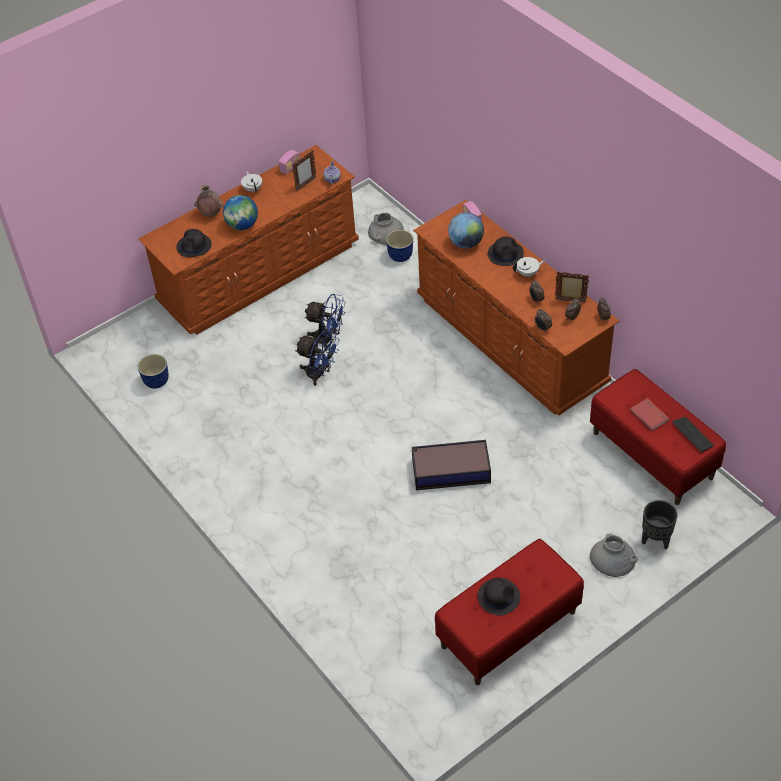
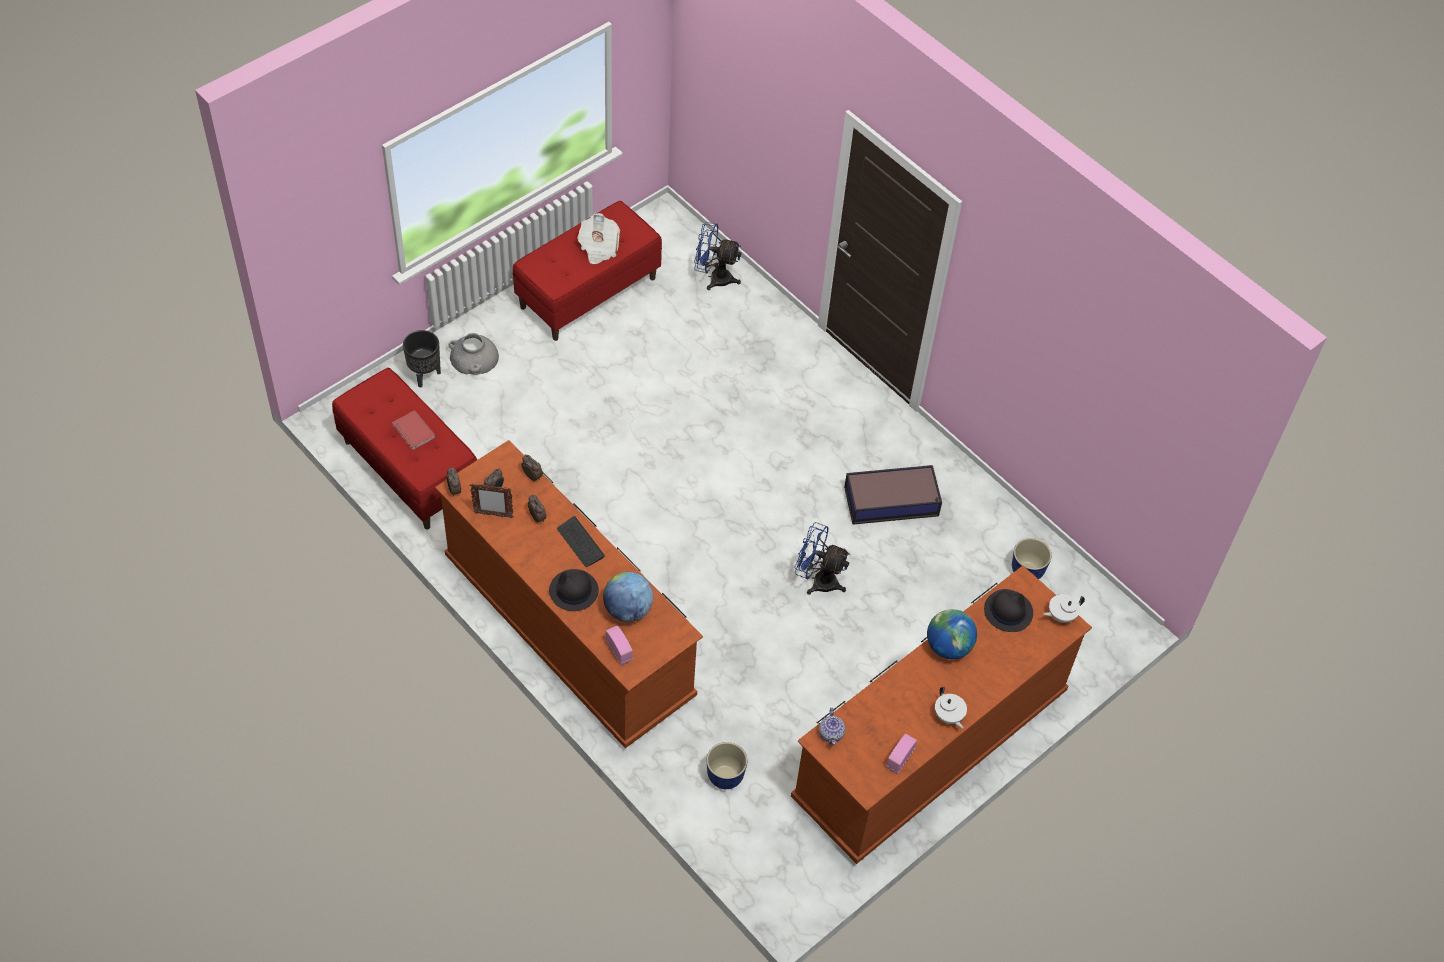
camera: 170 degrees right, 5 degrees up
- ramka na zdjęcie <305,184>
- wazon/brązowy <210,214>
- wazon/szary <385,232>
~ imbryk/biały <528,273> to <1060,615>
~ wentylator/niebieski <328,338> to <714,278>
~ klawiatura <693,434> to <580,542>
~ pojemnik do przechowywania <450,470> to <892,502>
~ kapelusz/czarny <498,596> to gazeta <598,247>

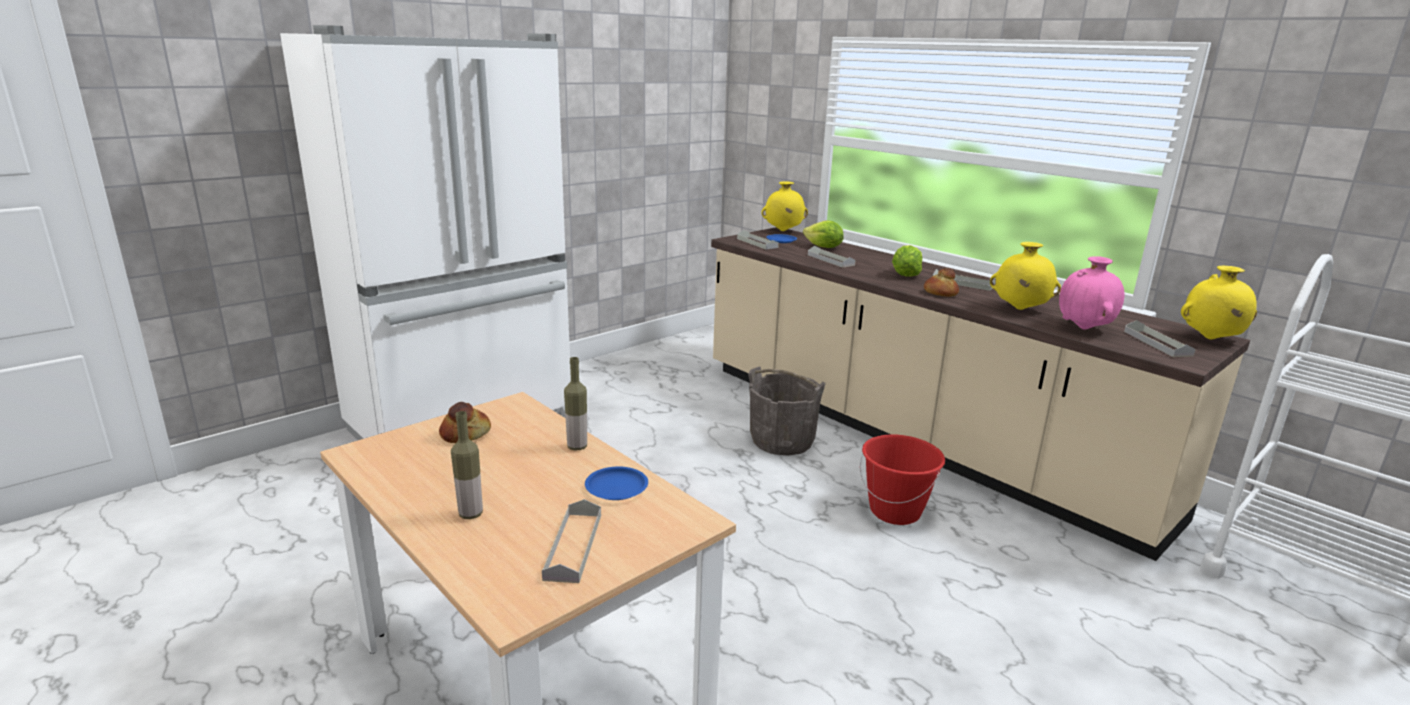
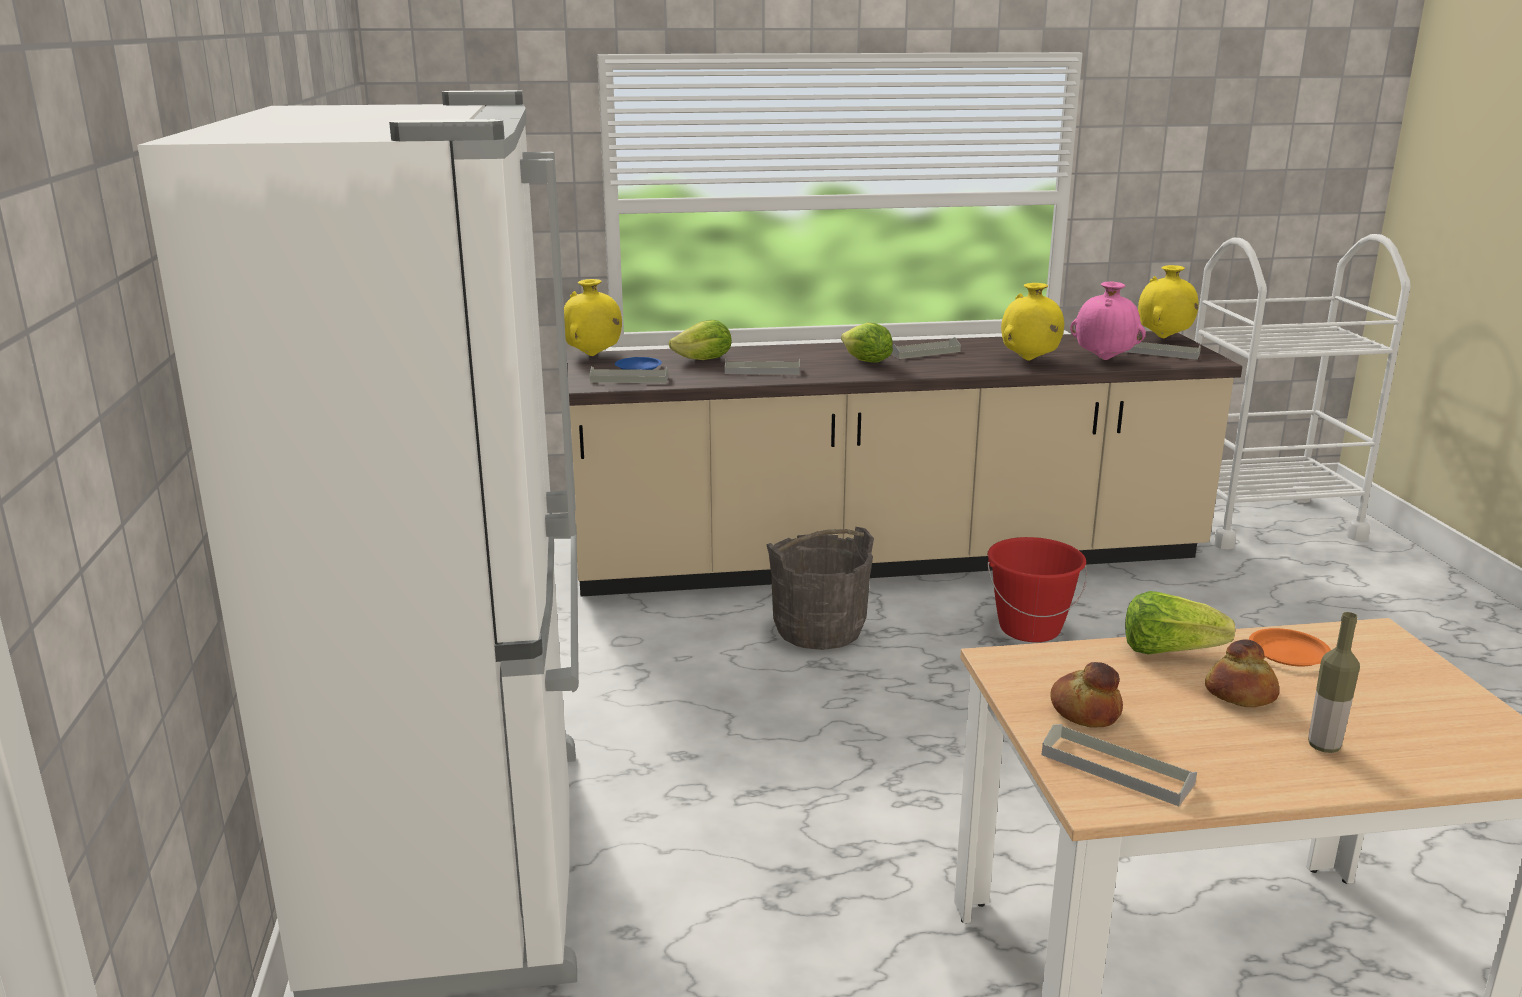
camera: 55 degrees left, 0 degrees up
~ chleb <940,293> to <1240,694>
~ butelka <577,447> to sałata <1168,650>
~ talerz/niebieski <617,488> to talerz/pomarańczowy <1289,652>
~ taca/szary <573,546> to <1116,769>

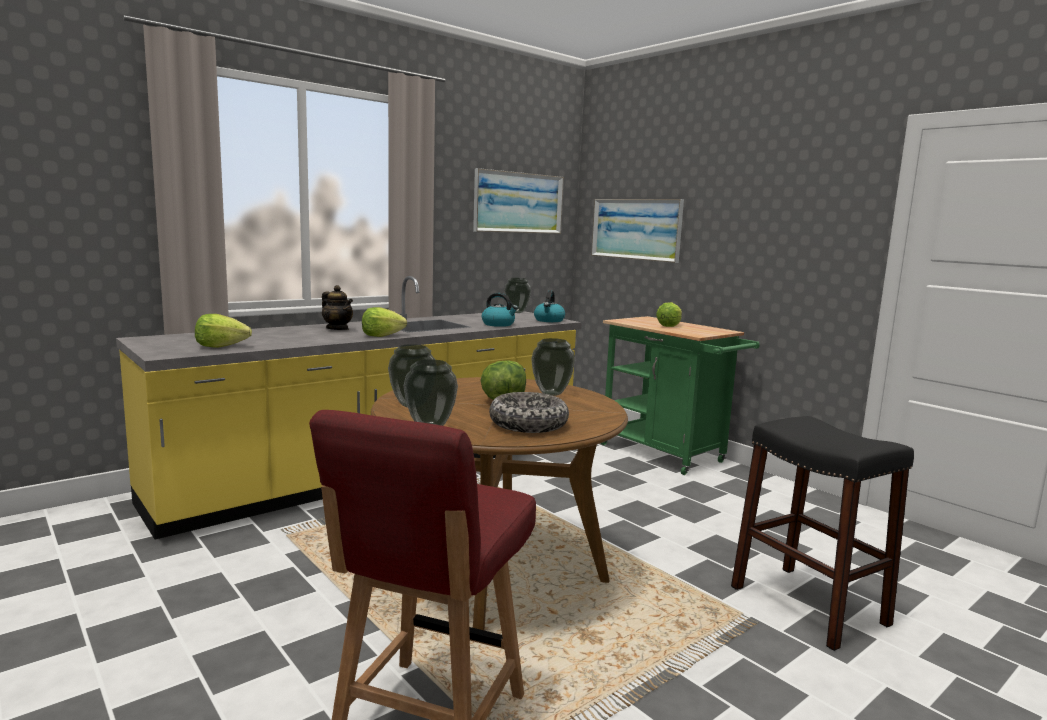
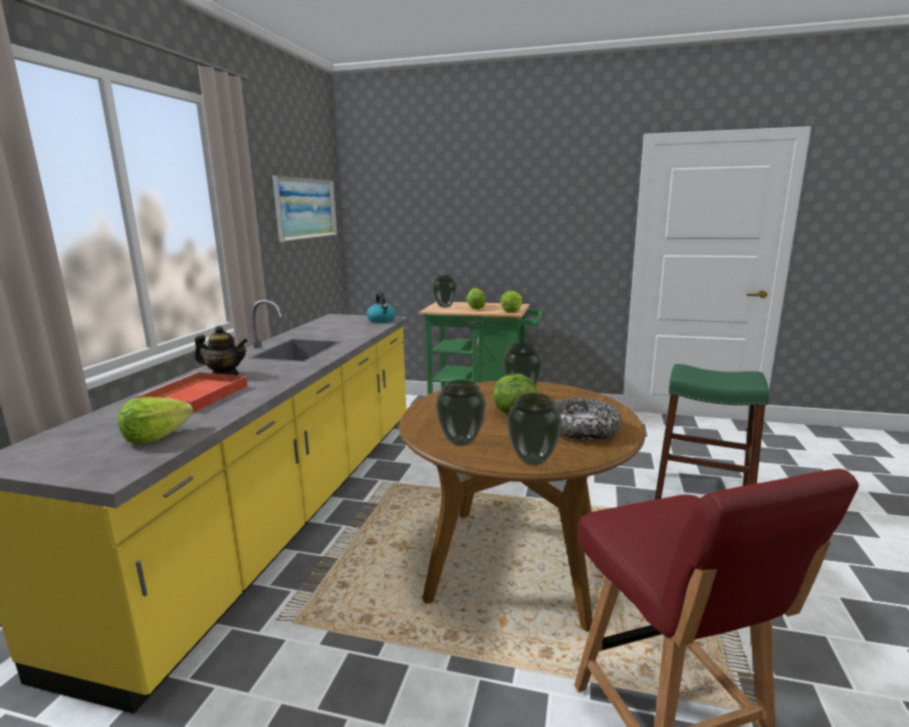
camera: 35 degrees left, 5 degrees up
- obraz <636,229>
~ wazon <516,312> to <444,306>
- czajnik <498,324>
~ sałata <381,335> to <512,311>
~ stołek/czarny <808,605> to stołek/zielony <702,494>
+ taca/czerwony <194,396>

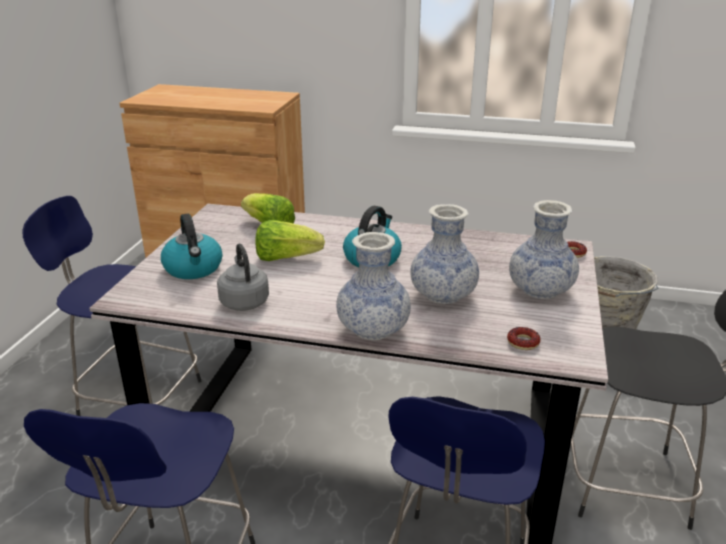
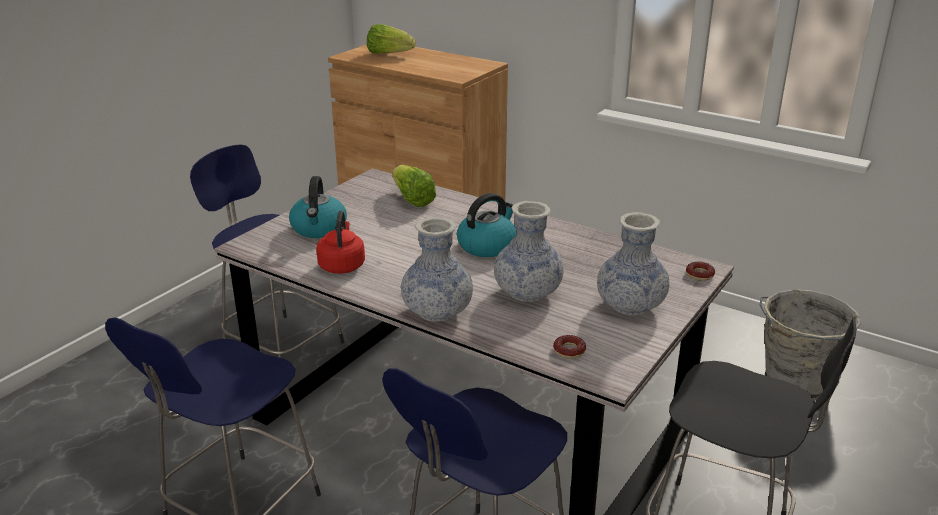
camera: 20 degrees right, 0 degrees up
~ sałata <286,258> to <389,54>
~ czajnik/szary <244,301> to czajnik/czerwony <342,265>

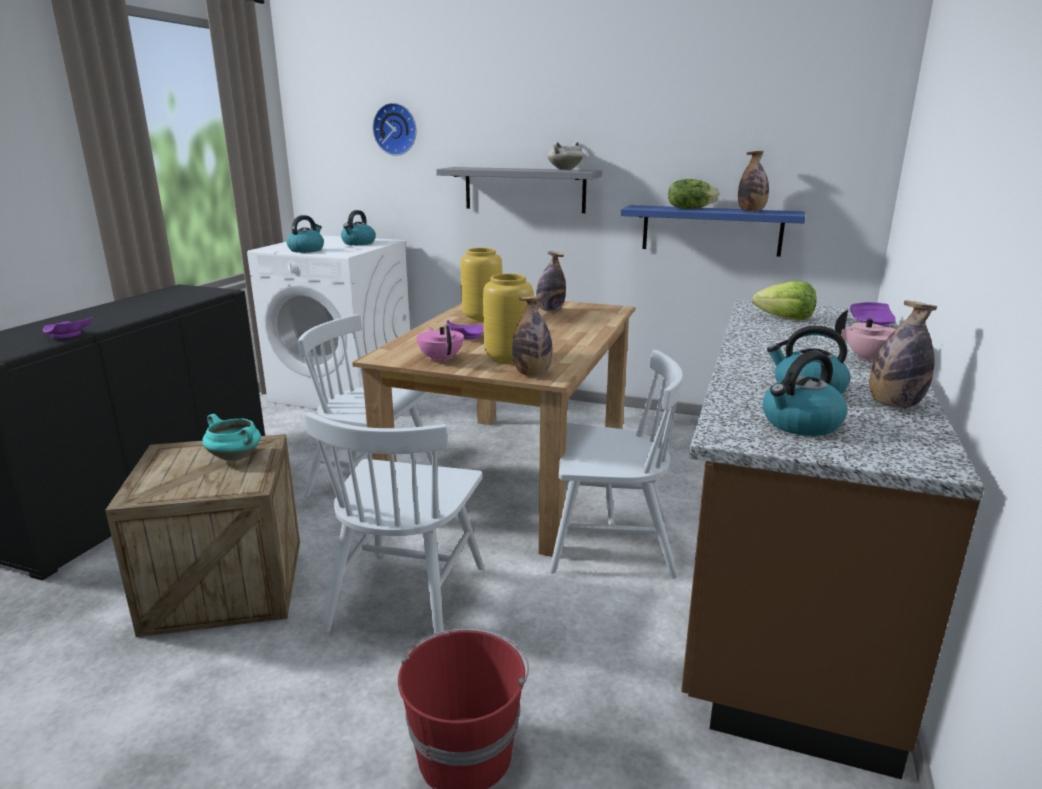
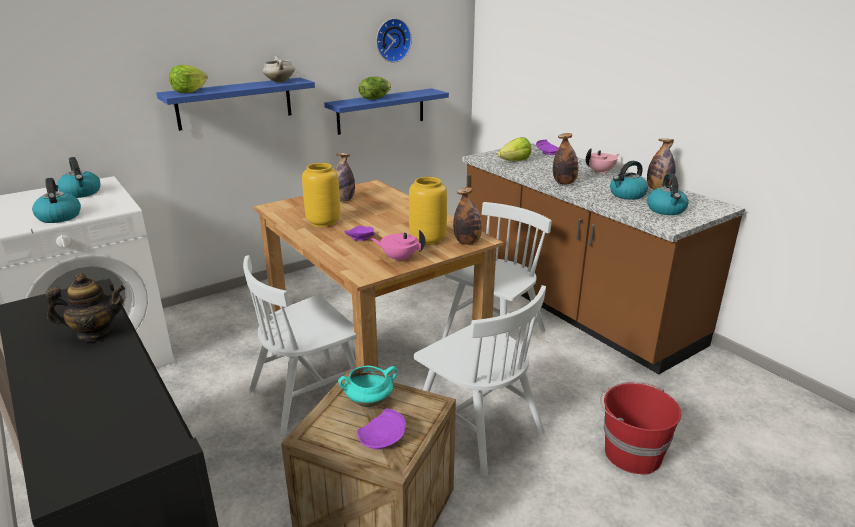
camera: 55 degrees left, 5 degrees up
~ zegar ścienny <396,129> to <392,40>
~ butelka <751,211> to <564,183>
~ półka/szary <524,189> to półka/niebieski <235,103>
~ talerz/fioletowy <68,336> to <383,439>
+ sałata <189,91>
+ imbryk <95,333>

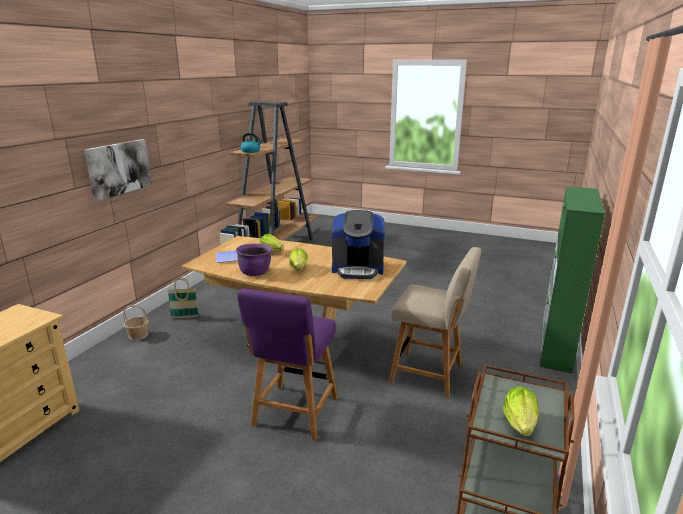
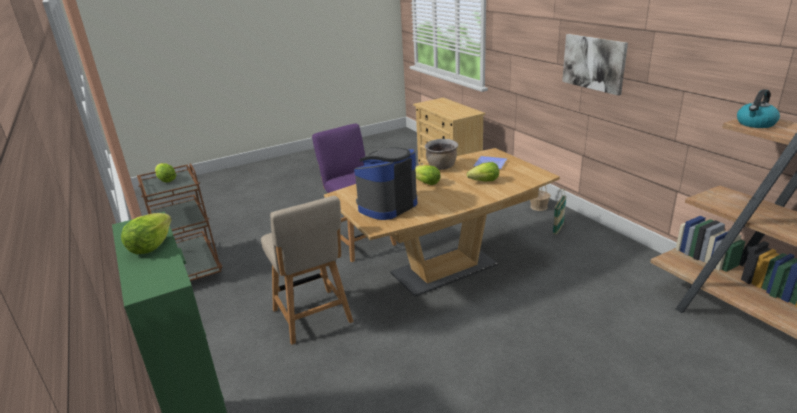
camera: 130 degrees right, 5 degrees up
~ garnek/fioletowy <255,272> to garnek/brązowy <441,167>
~ krzesło/beżowy <430,374> = <313,318> 90 degrees counterclockwise
+ sałata <151,246>

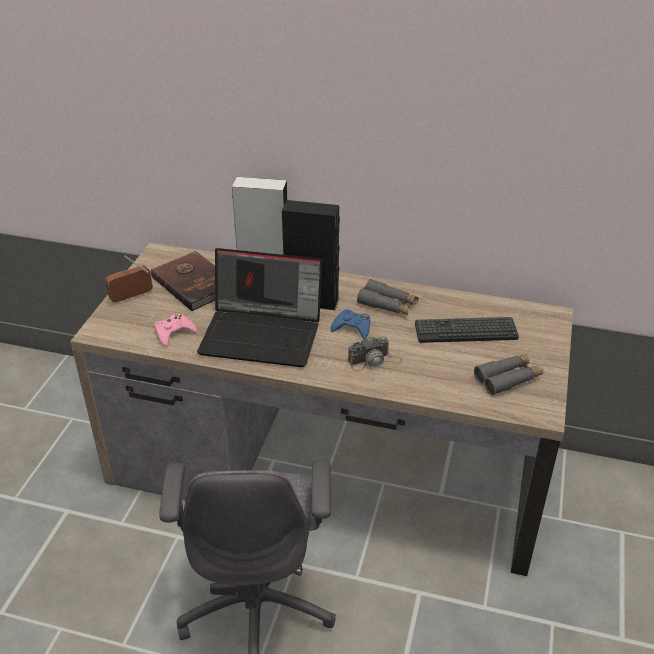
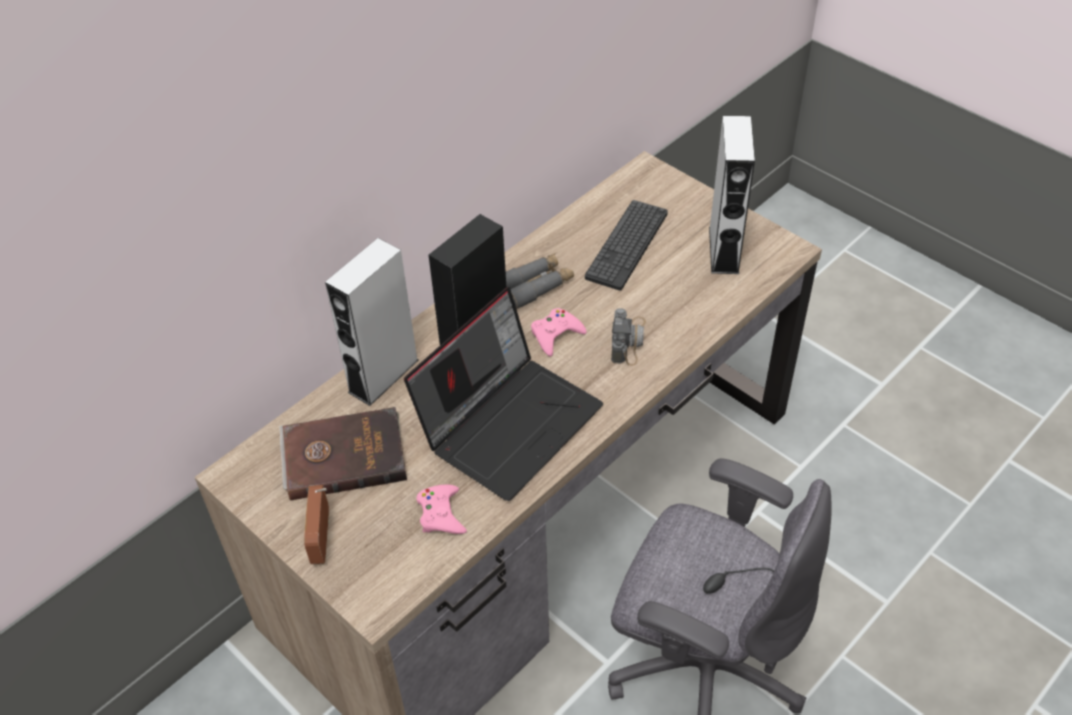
camera: 60 degrees left, 10 degrees up
~ pad do gier/niebieski <352,328> to pad do gier/różowy <556,335>
~ lornetka/szary <508,379> to głośnik/szary <723,250>

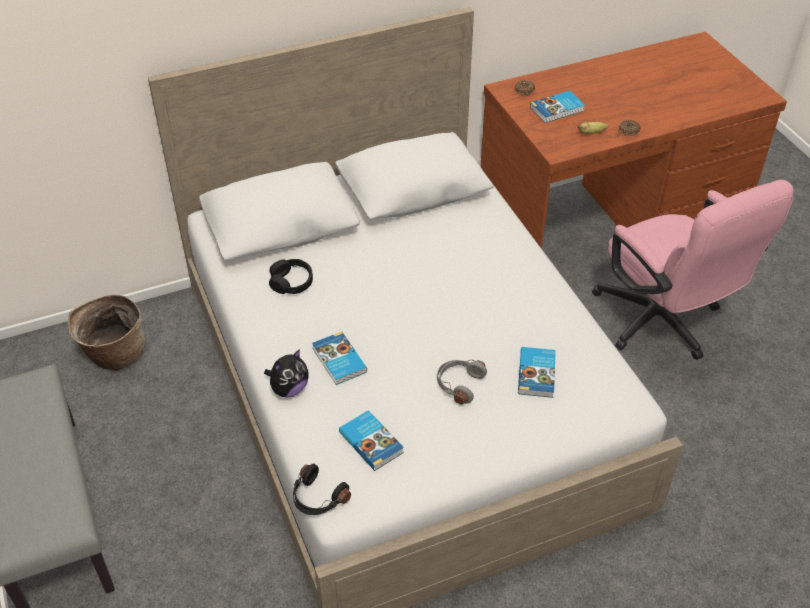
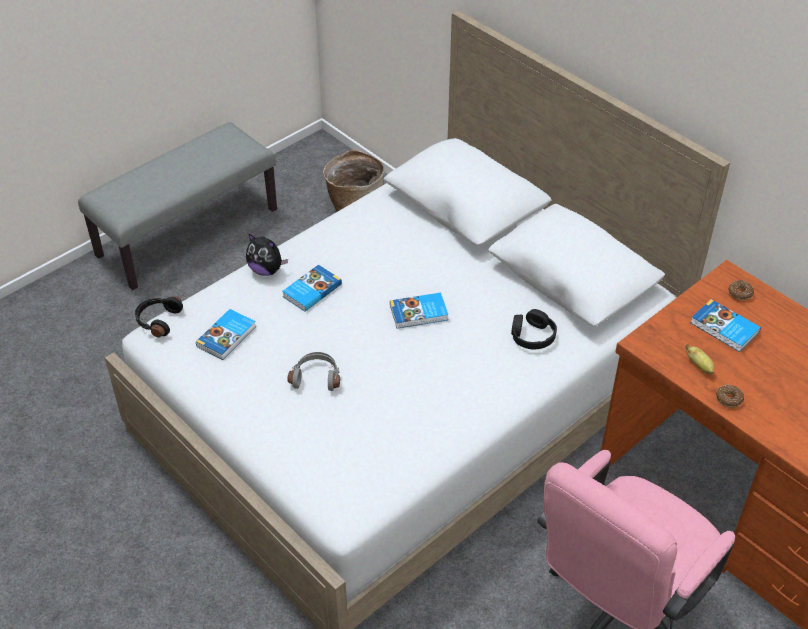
camera: 70 degrees right, 0 degrees up
~ słuchawki/czarny <291,282> to <532,336>
~ książka <537,374> to <419,313>

